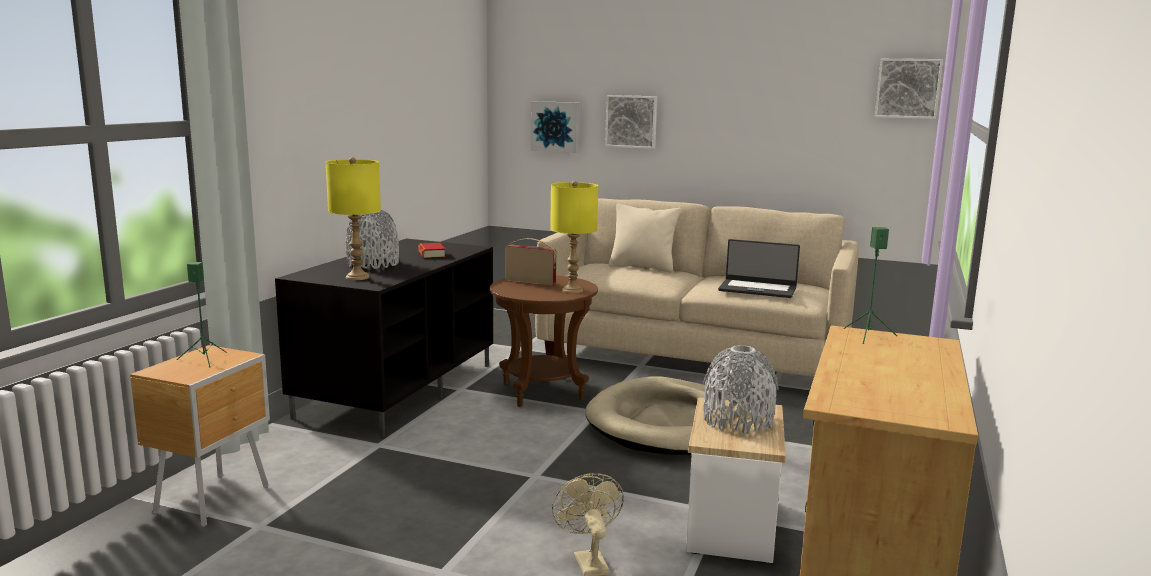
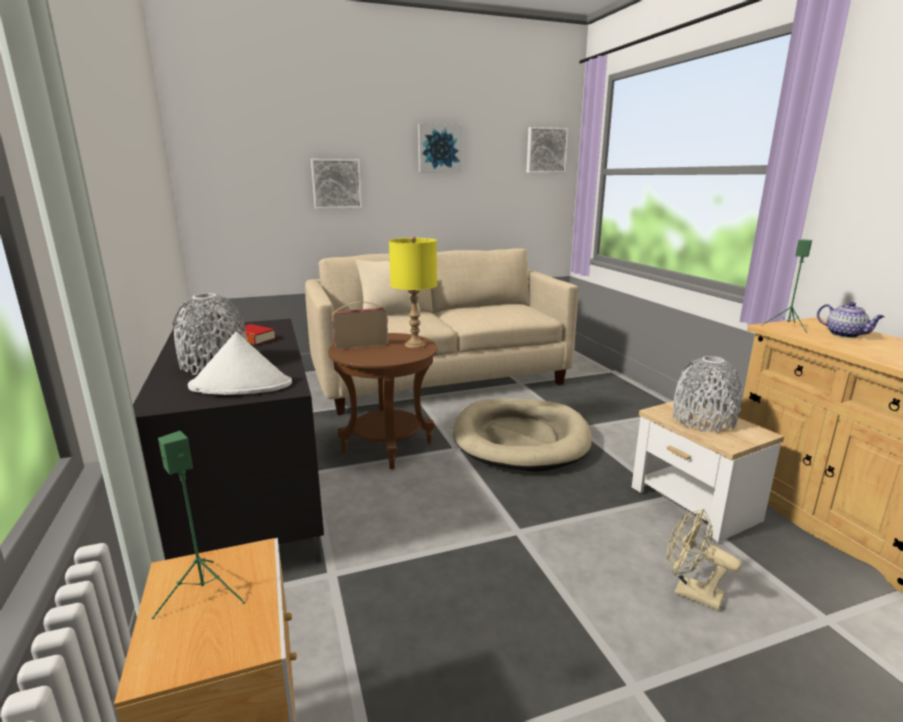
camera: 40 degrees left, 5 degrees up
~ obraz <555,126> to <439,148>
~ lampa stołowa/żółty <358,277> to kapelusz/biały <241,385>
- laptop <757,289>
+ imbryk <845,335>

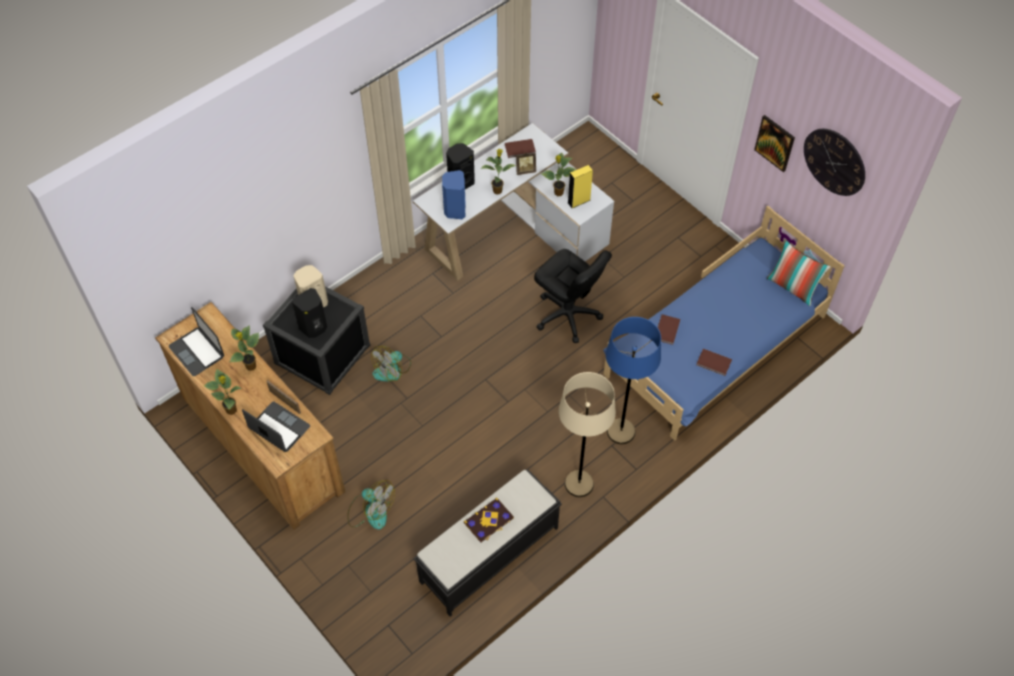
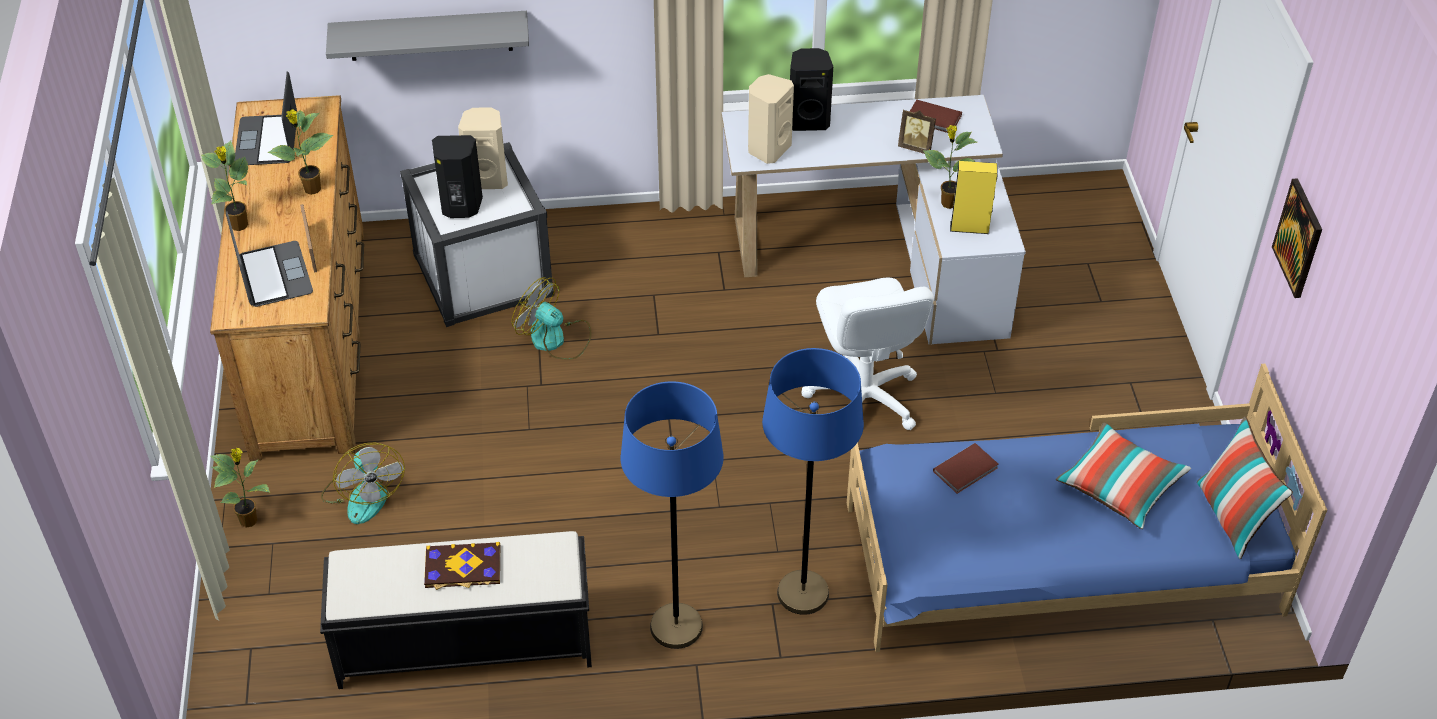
camera: 35 degrees right, 10 degrees down
- zegar ścienny <834,161>
~ roślina doniczkowa <498,190> to <250,520>
~ głośnik/niebieski <454,210> to głośnik/beżowy <768,149>
~ krzesło biurowe/czarny <567,315> to krzesło biurowe/biały <863,399>
~ pojemnik do przechowywania/czarny <322,354> to pojemnik do przechowywania/biały <483,274>
~ wentylator <392,369> = <555,339> 45 degrees clockwise
- książka/brązowy <714,363>
~ lampa stojąca/beżowy <579,484> to lampa stojąca/niebieski <676,627>
+ półka/szary <430,35>
+ poduszka <1120,486>

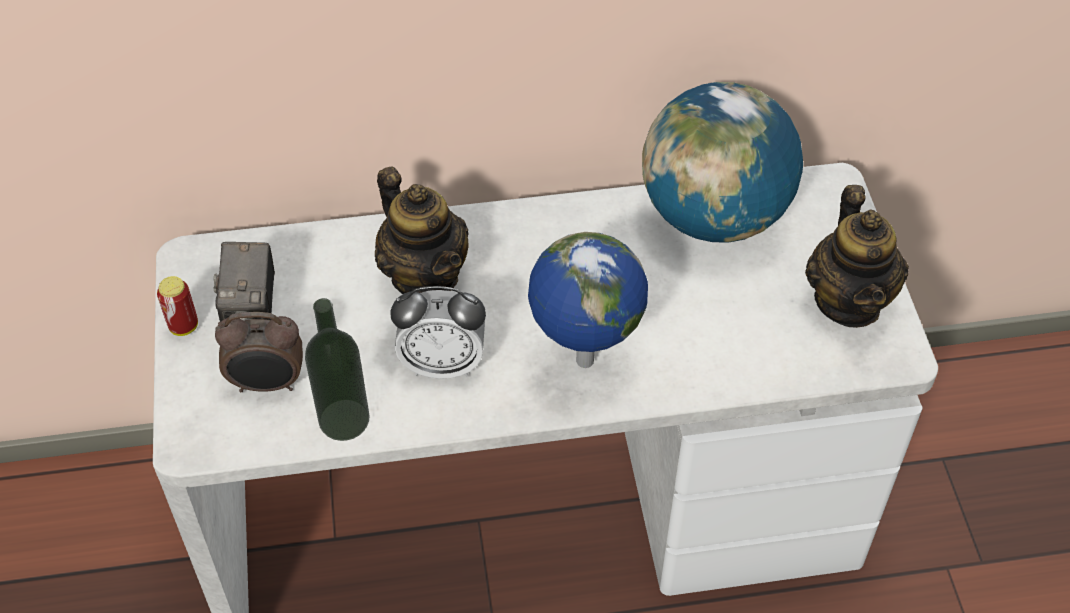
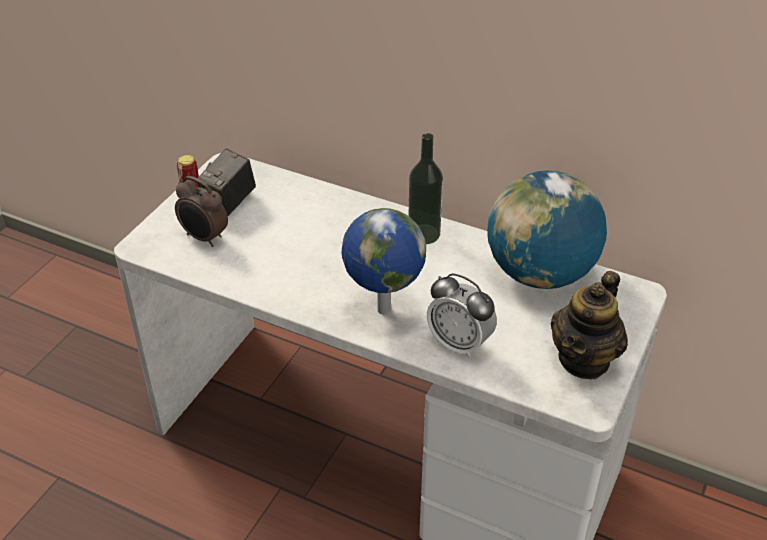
camera: 35 degrees right, 10 degrees down
- imbryk <425,276>
~ budzik <442,363> to <459,344>
~ butelka <344,420> to <424,234>

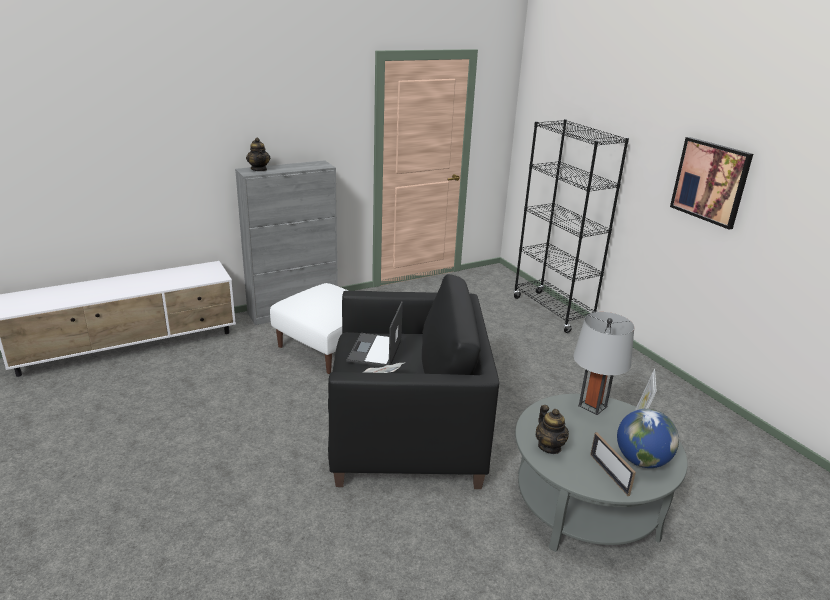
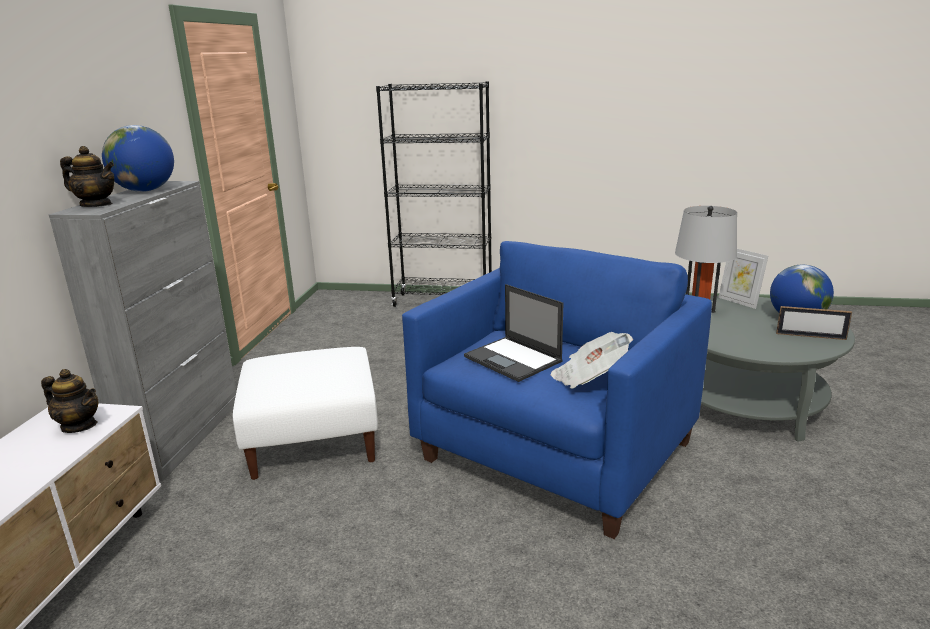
camera: 50 degrees left, 5 degrees down
- obraz <710,181>
~ fotel/czarny <406,432> to fotel/niebieski <554,450>
~ imbryk <549,447> to <79,426>
+ globus <145,191>

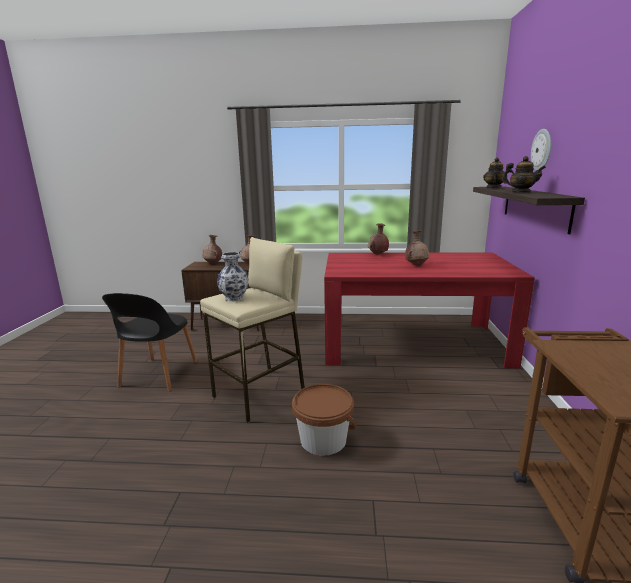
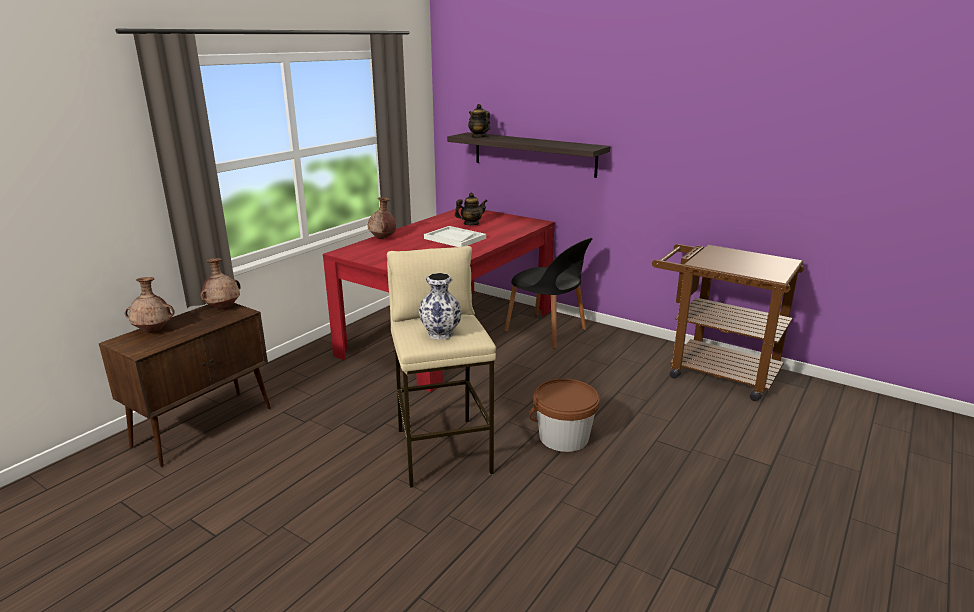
camera: 60 degrees left, 5 degrees up
- zegar ścienny <542,150>
~ imbryk <520,192> to <471,224>
~ wazon/brązowy <416,265> to taca/biały <454,238>
~ krzesło/czarny <158,375> to <547,331>

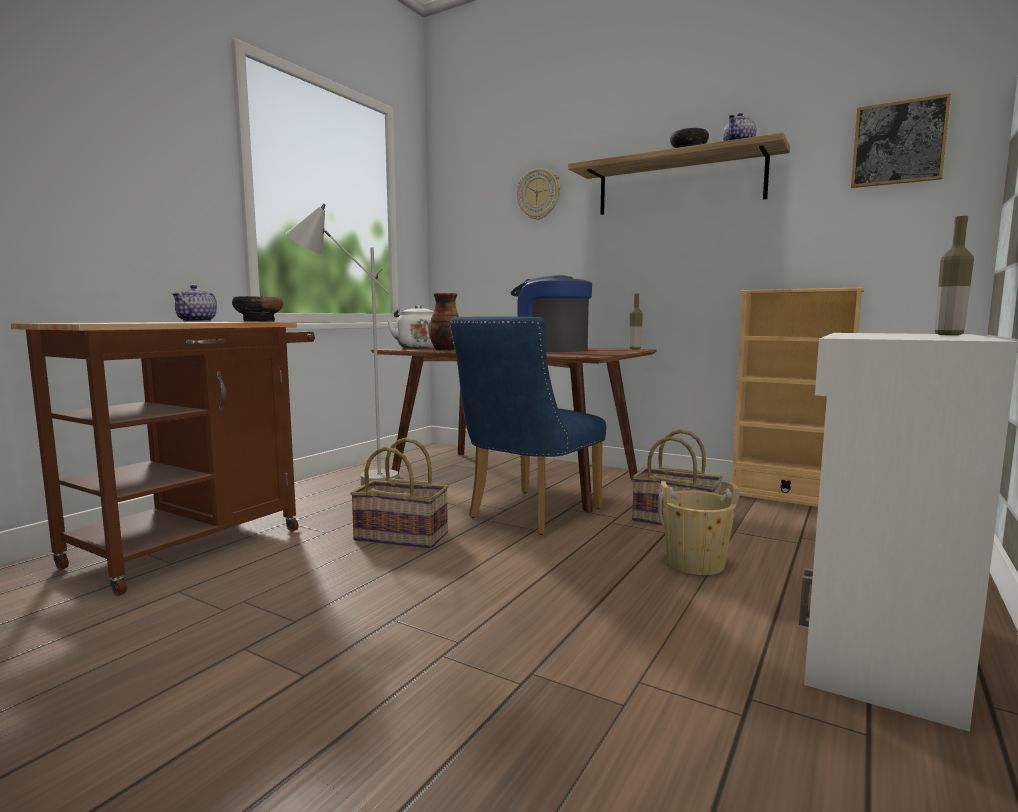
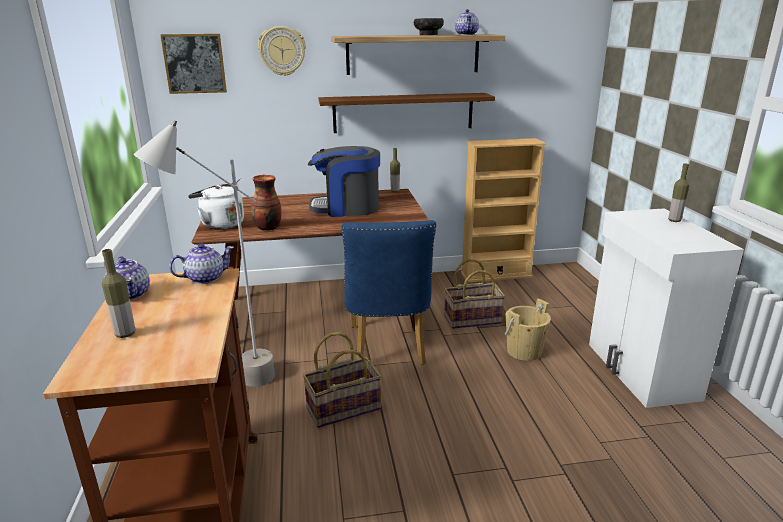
camera: 40 degrees left, 15 degrees up
~ obraz <898,143> to <194,63>
~ miska <258,321> to imbryk <205,278>
+ półka/brązowy <403,112>
+ butelka <125,334>

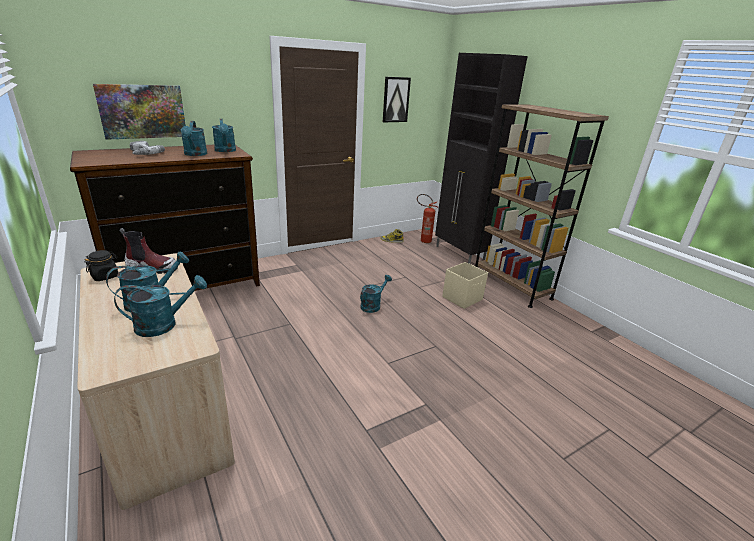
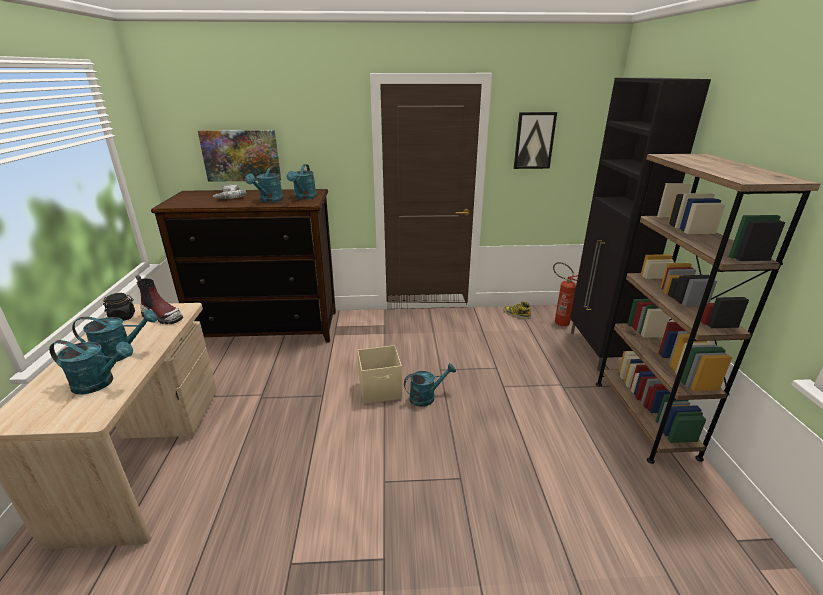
camera: 30 degrees right, 0 degrees up
~ pojemnik do przechowywania/beżowy <462,298> to <381,390>

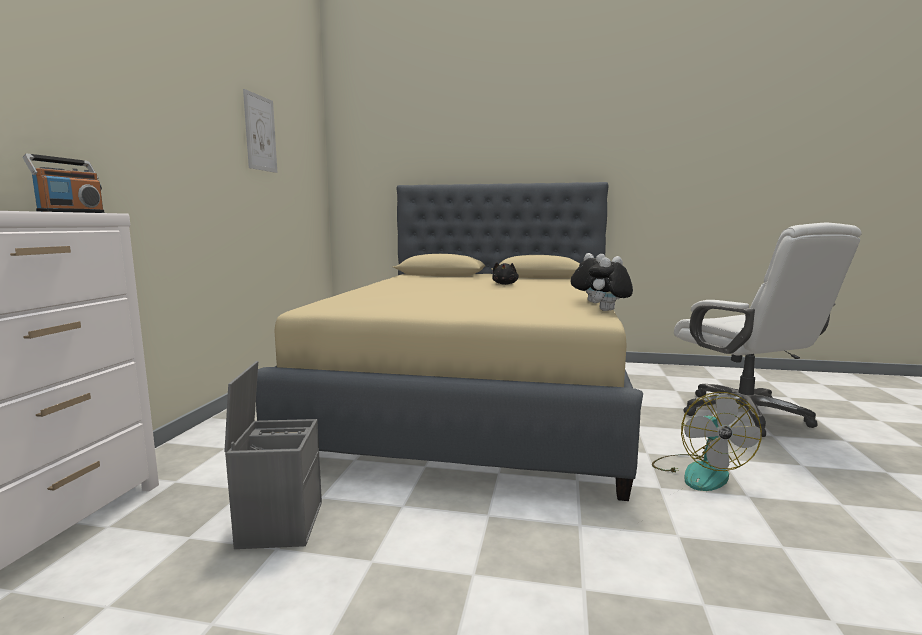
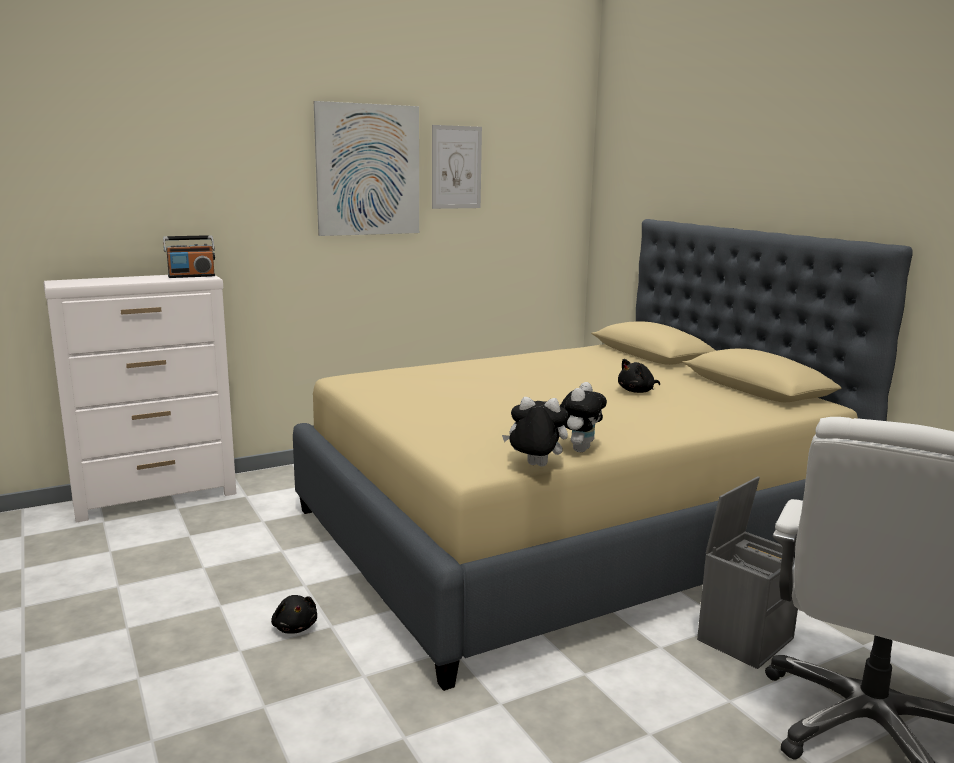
camera: 50 degrees right, 5 degrees up
~ pojemnik do przechowywania/szary <280,523> to <745,637>
- wentylator <699,472>
+ obraz <368,170>
+ pluszak/czarny <295,627>

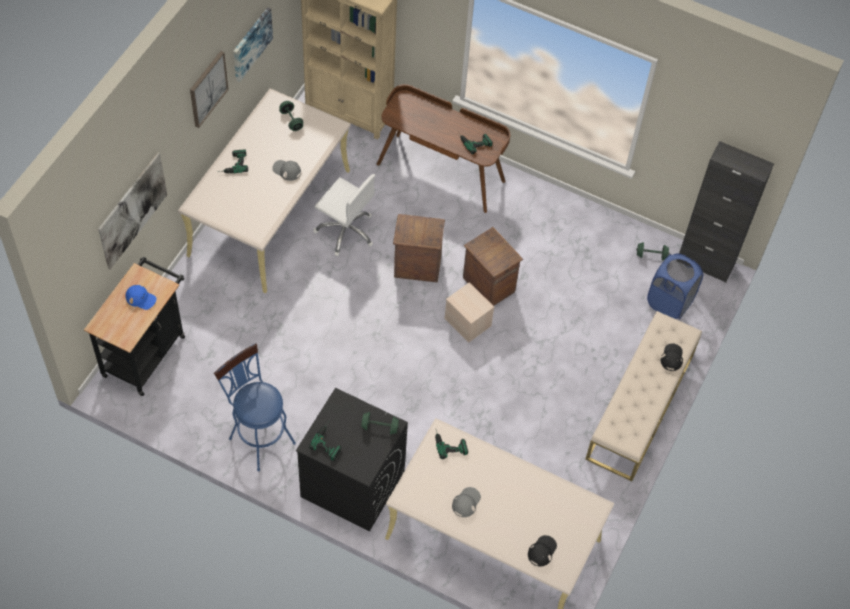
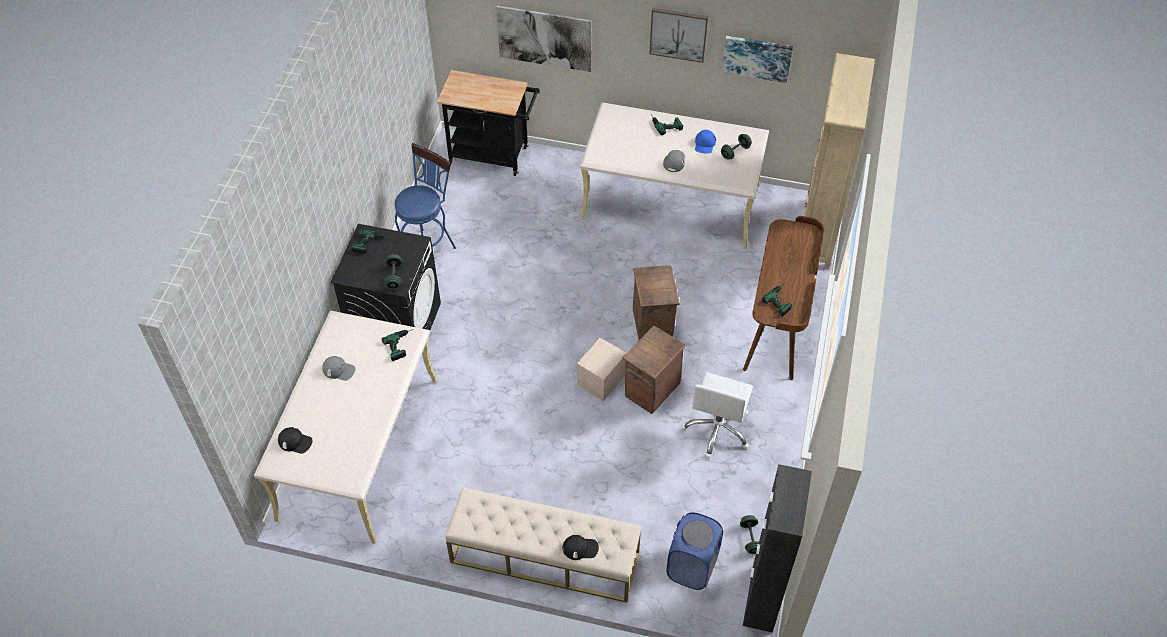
camera: 80 degrees right, 5 degrees down
~ krzesło biurowe/biały <346,231> to <717,429>
~ czapka z daszkiem/niebieski <141,298> to <704,144>

